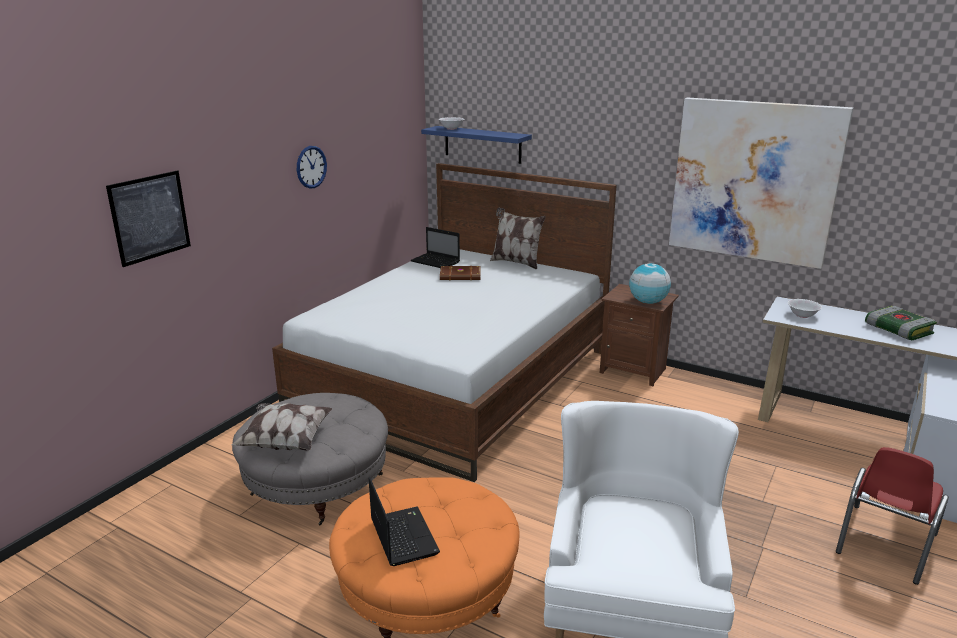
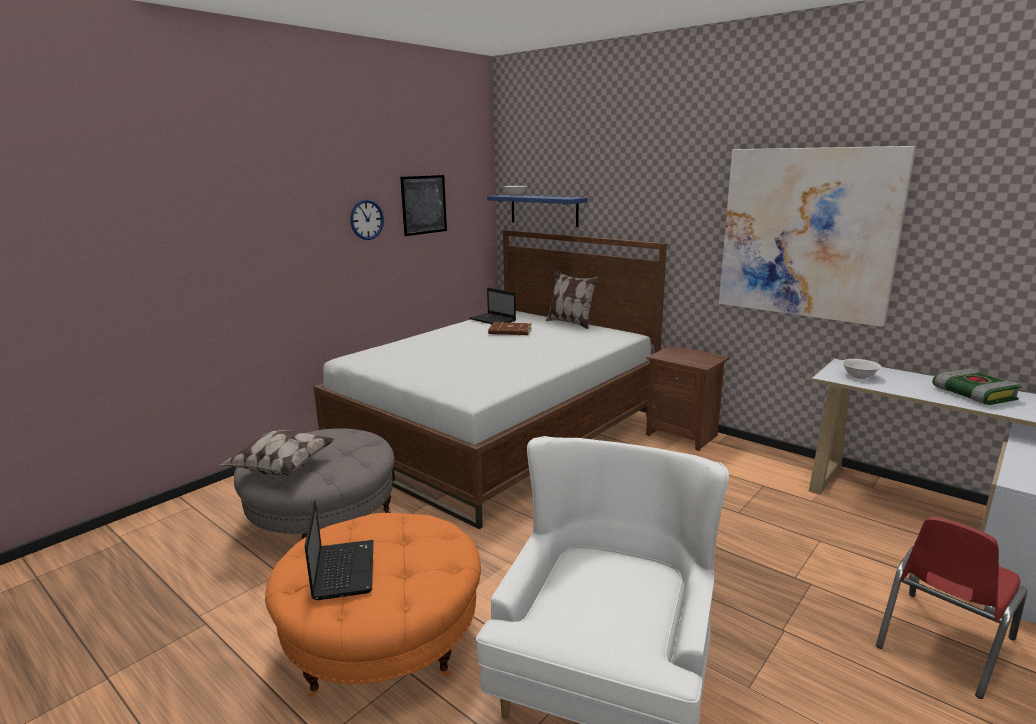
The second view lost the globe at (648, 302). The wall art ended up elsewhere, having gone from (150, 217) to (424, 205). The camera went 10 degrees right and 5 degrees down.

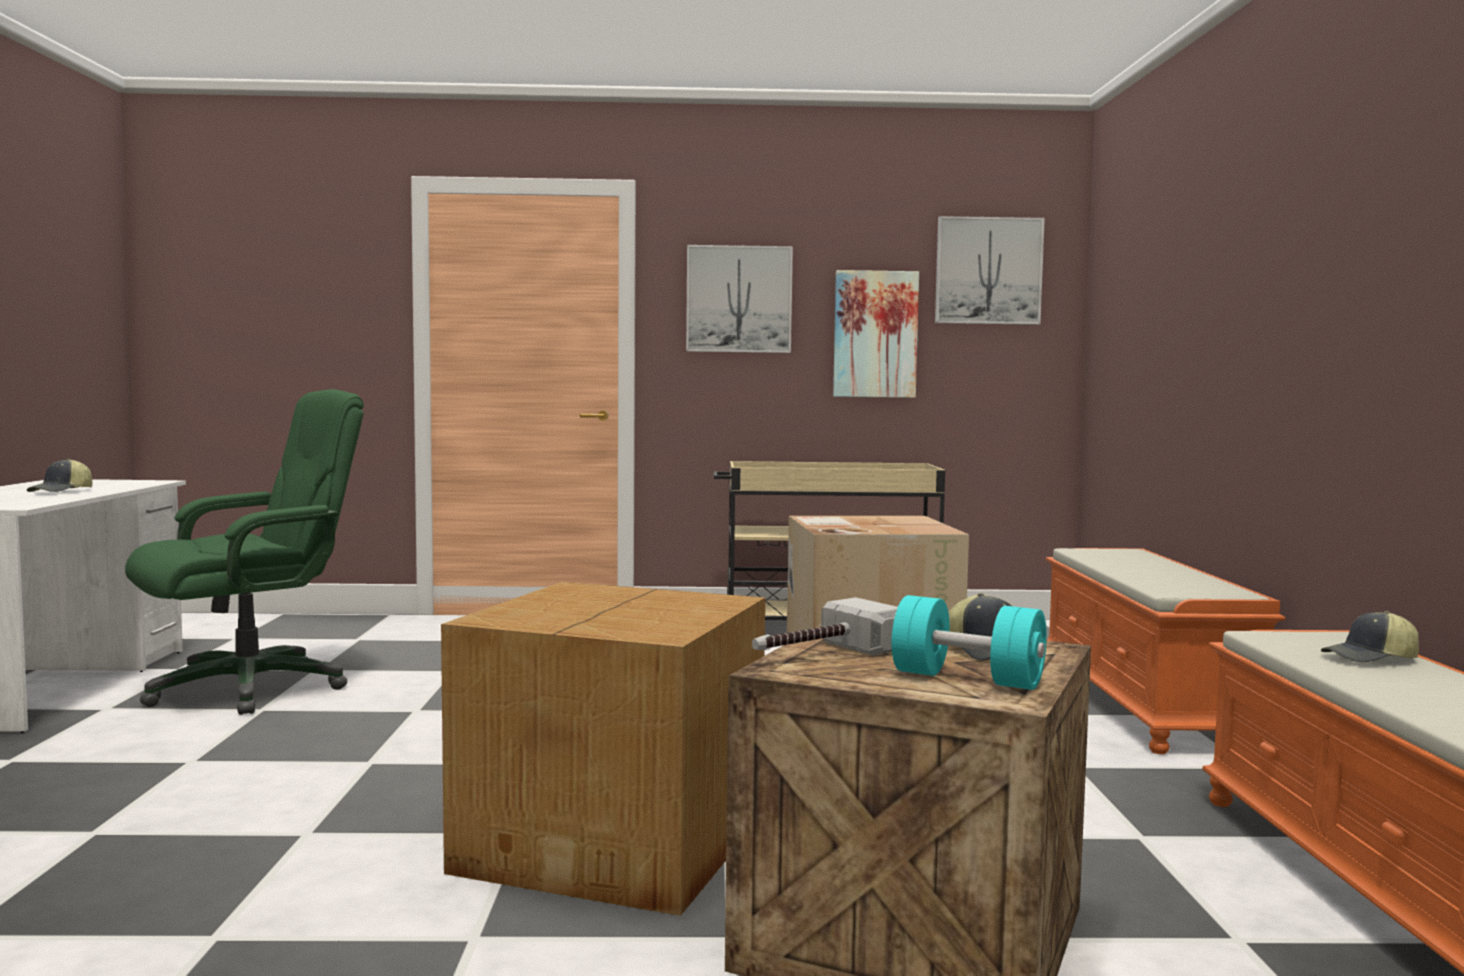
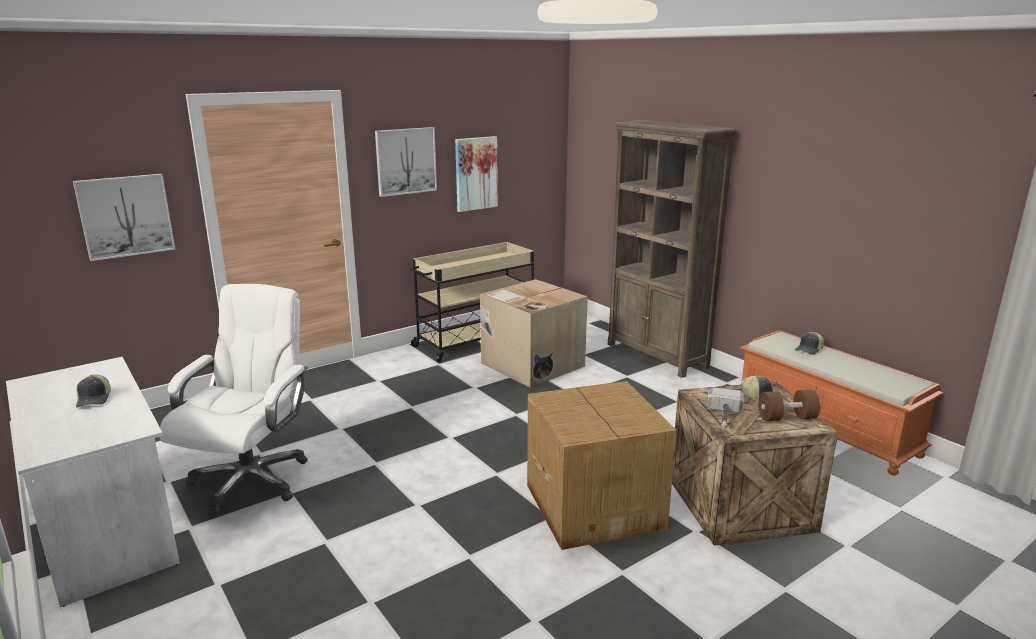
The wall art ended up elsewhere, having gone from (988, 271) to (126, 216). Where the orange indoor bench stood at (1145, 704), the brown shelving unit came to stand at (657, 356). What was the greenish office chair at (250, 689) turned into the white office chair at (250, 481). What was the turquoise-coloured hand weight at (967, 679) turned into the brown hand weight at (786, 418). The camera went 35 degrees left and 15 degrees up.

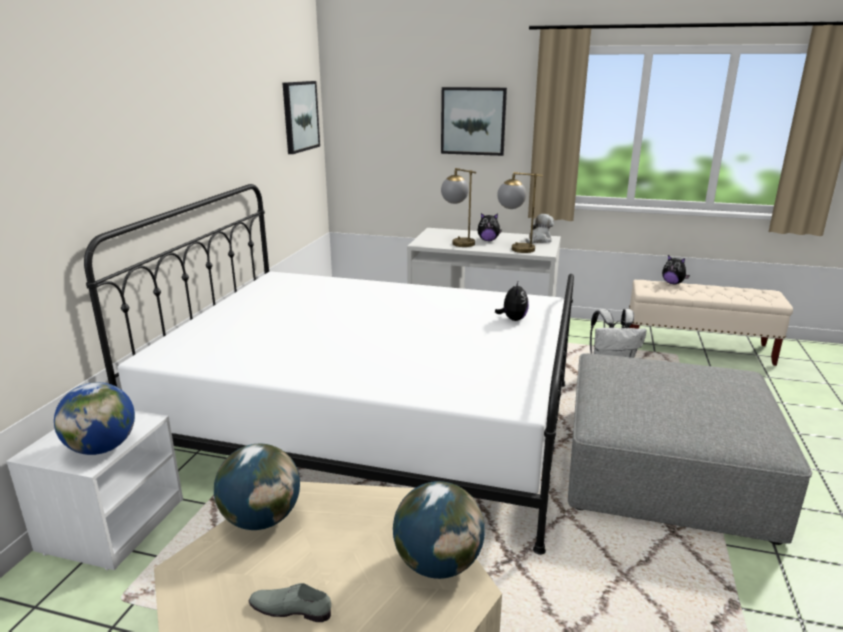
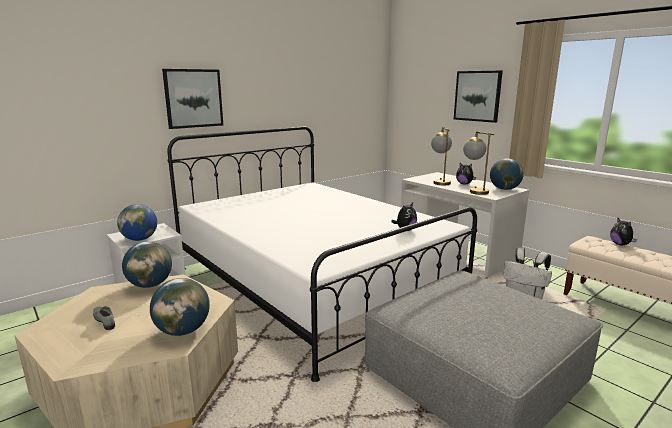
The wall art ended up elsewhere, having gone from (300, 116) to (193, 98). Where the soft toy stood at (539, 240), the globe came to stand at (504, 189). The camera went 35 degrees right and 5 degrees down.

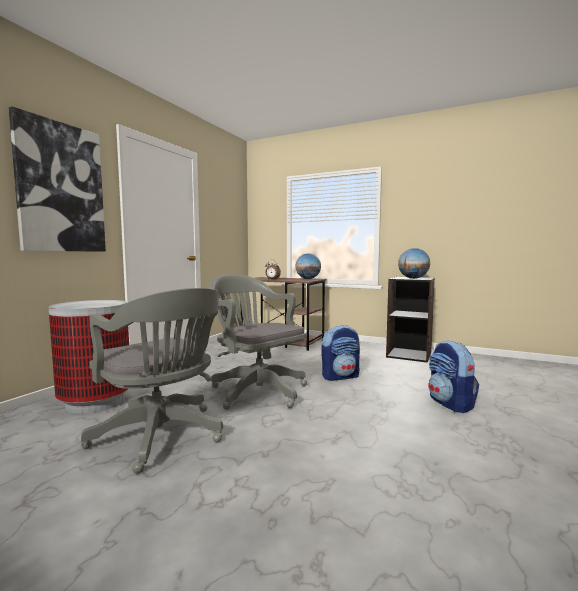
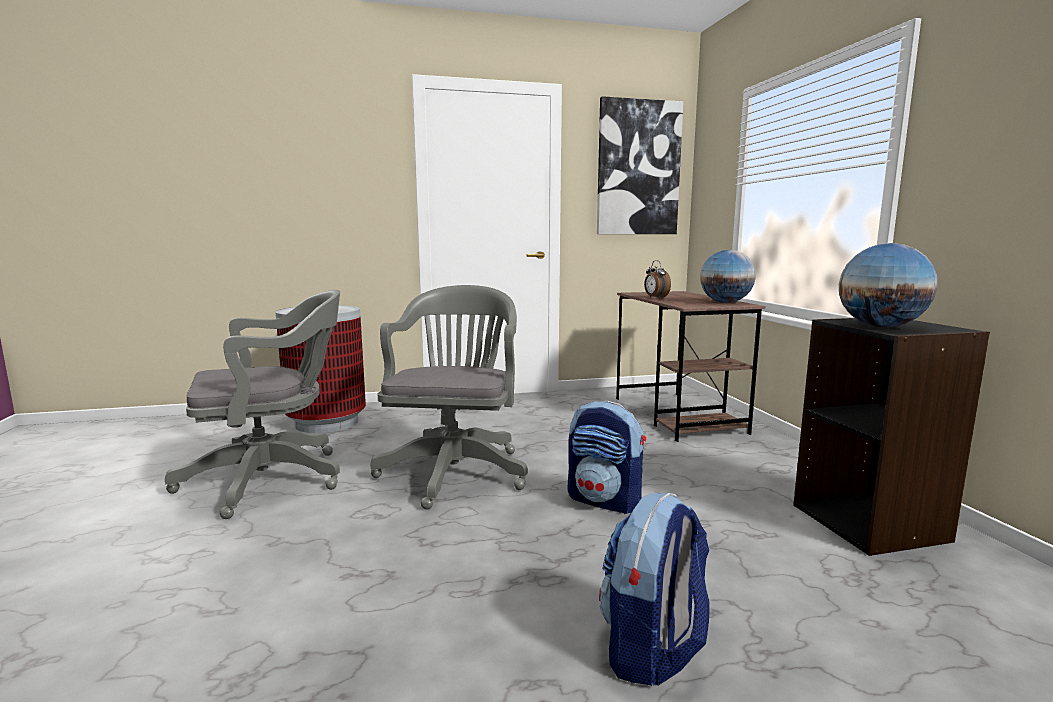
The wall art ended up elsewhere, having gone from (61, 188) to (638, 168). The gray office chair at (162, 437) ended up facing another way, 120 degrees counterclockwise from before. The camera went 50 degrees right and 5 degrees up.

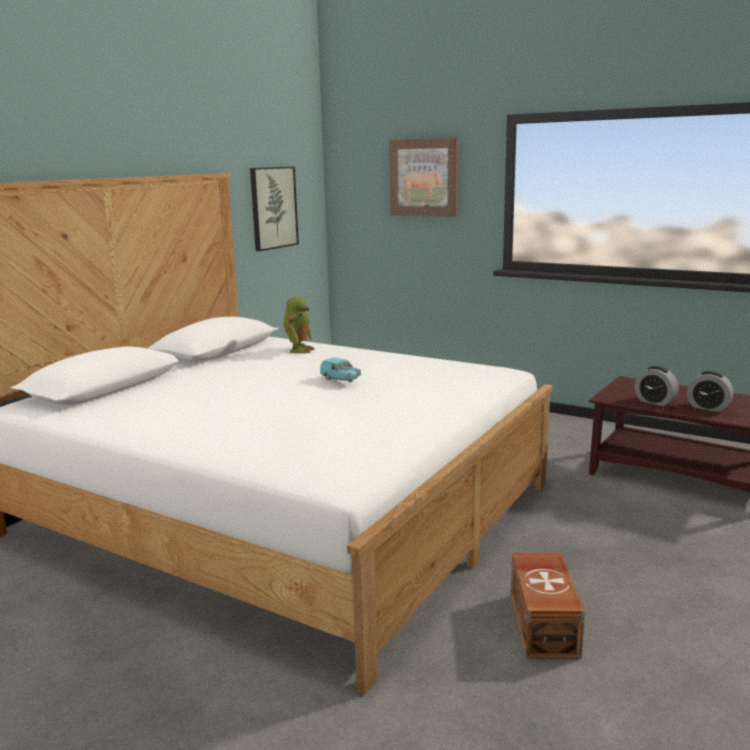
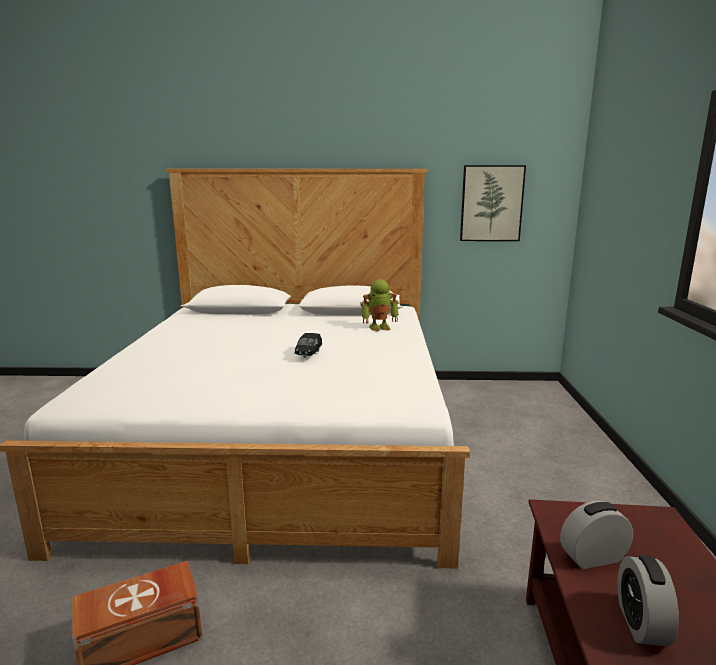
The second view lost the wall art at (424, 177). What was the turquoise-coloured model car at (340, 379) turned into the blackish model car at (308, 353). The bedside clock at (655, 402) ended up facing another way, 60 degrees clockwise from before. The camera went 60 degrees right and 0 degrees up.

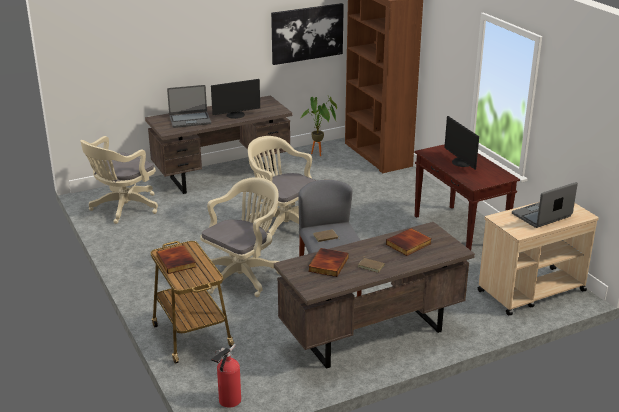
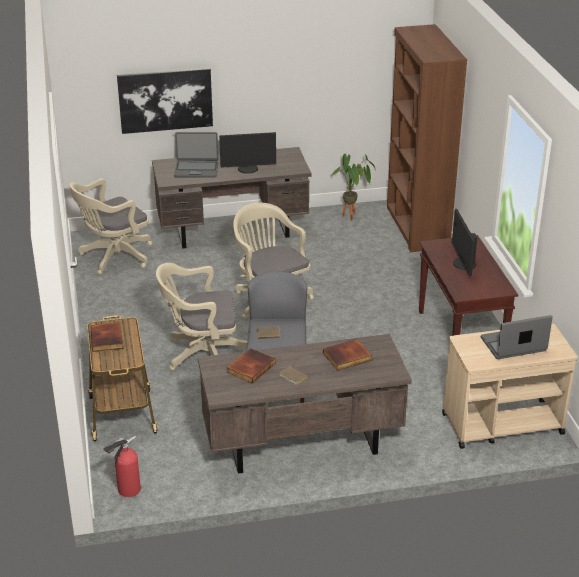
The wall art ended up elsewhere, having gone from (307, 33) to (165, 100). The beige-coloured office chair at (243, 275) ended up facing another way, 150 degrees counterclockwise from before. The camera went 15 degrees right and 5 degrees up.

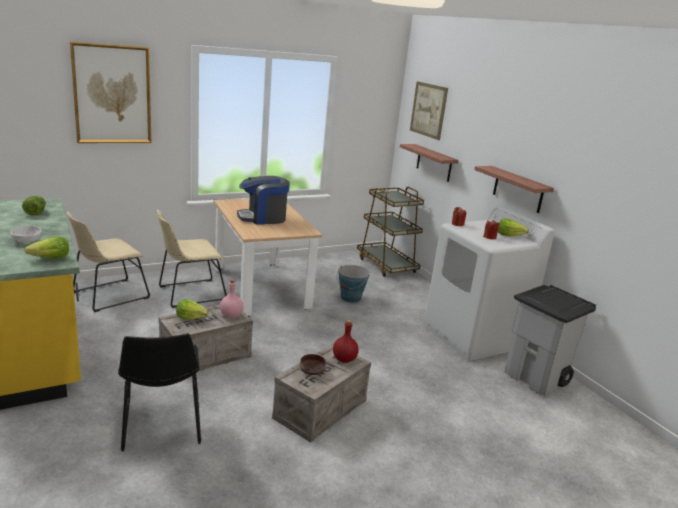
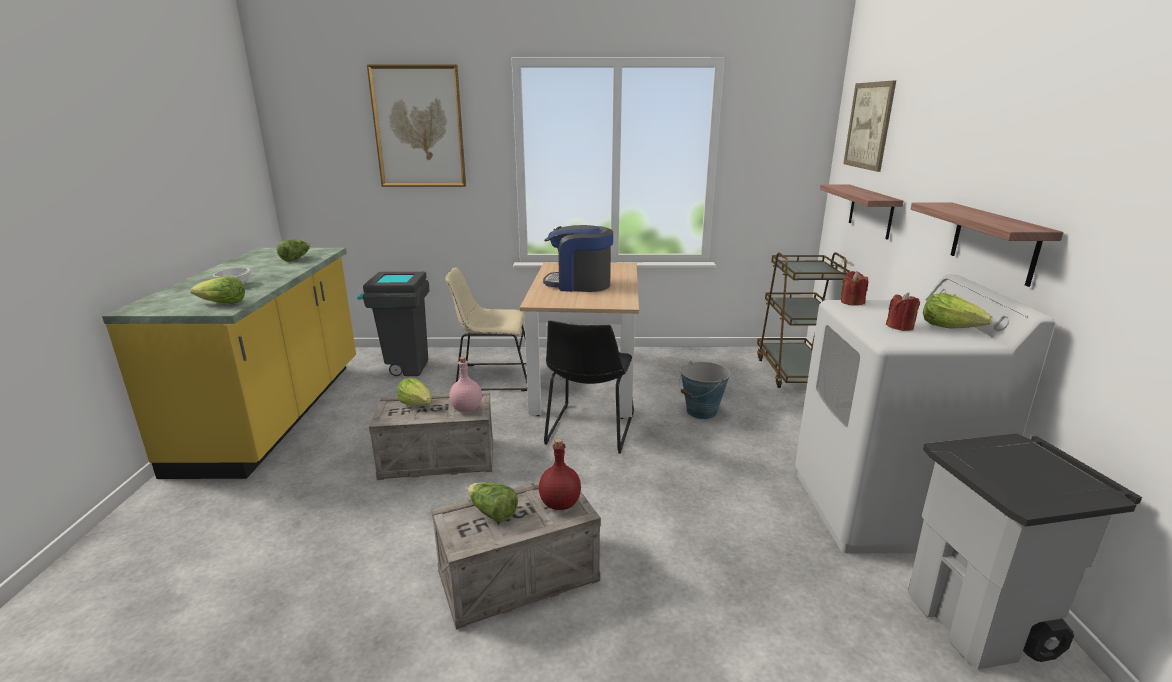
The blackish upright chair ended up elsewhere, having gone from (162, 424) to (589, 430). Where the beige-coloured upright chair stood at (107, 296), the gray trash can came to stand at (403, 368). Where the brown deep dish stood at (312, 371), the lettuce came to stand at (492, 512). The camera went 30 degrees right and 0 degrees up.

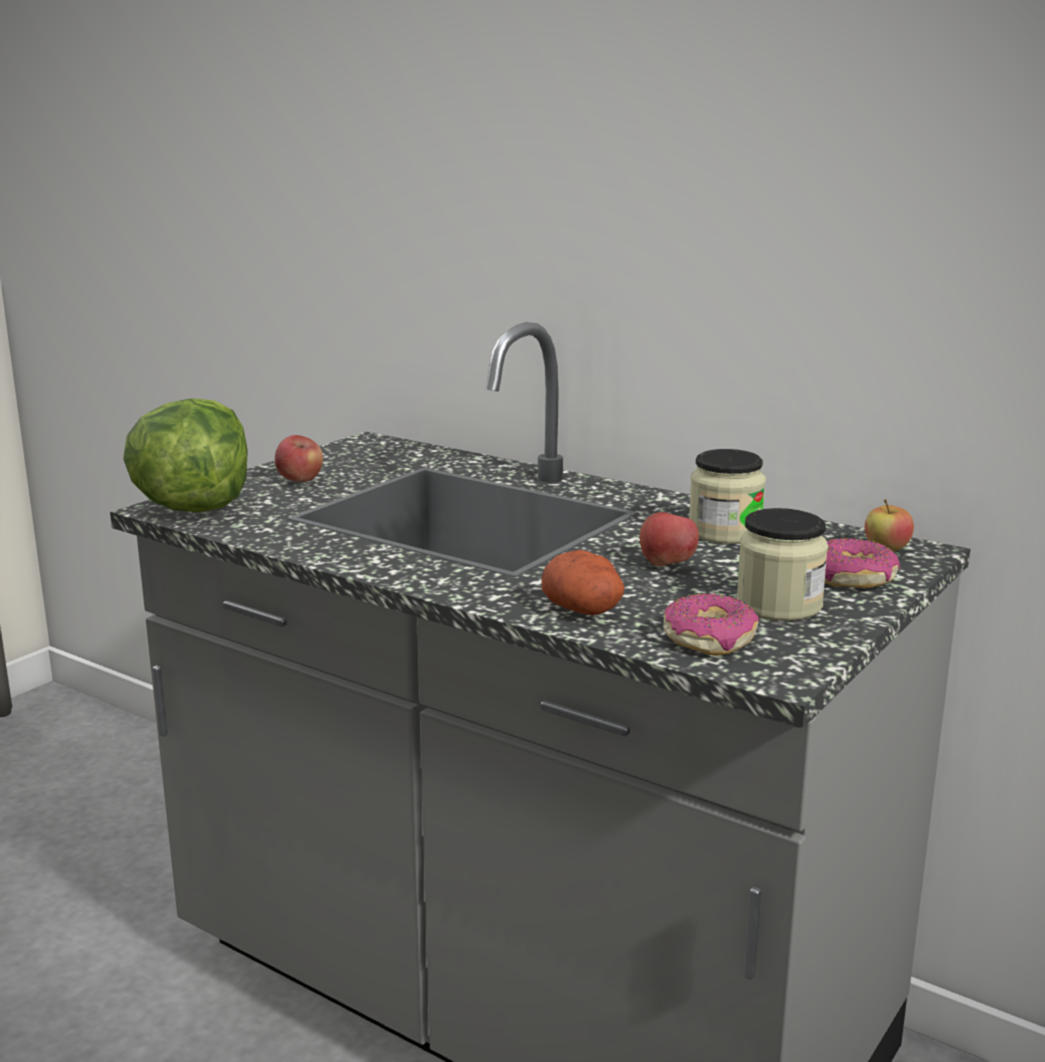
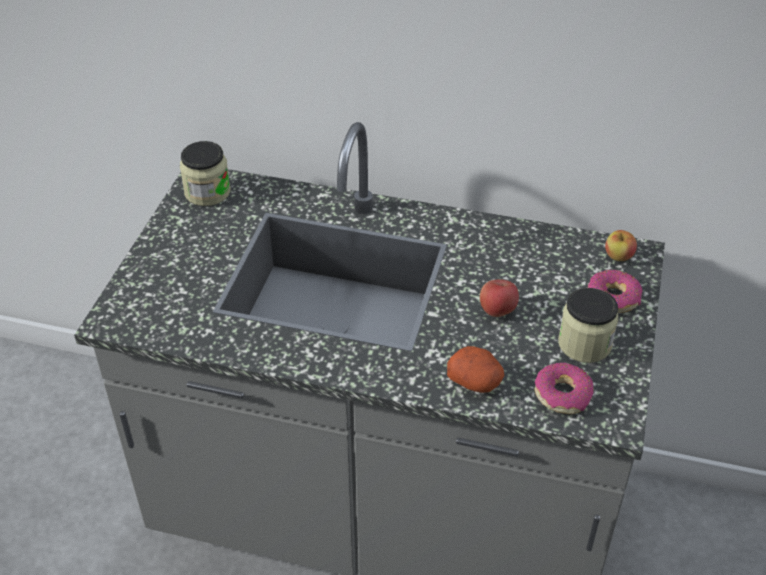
The second view lost the lettuce at (193, 508). The second view lost the whole apple at (300, 481). The jar ended up elsewhere, having gone from (725, 532) to (207, 192). The camera went 20 degrees left and 25 degrees up.

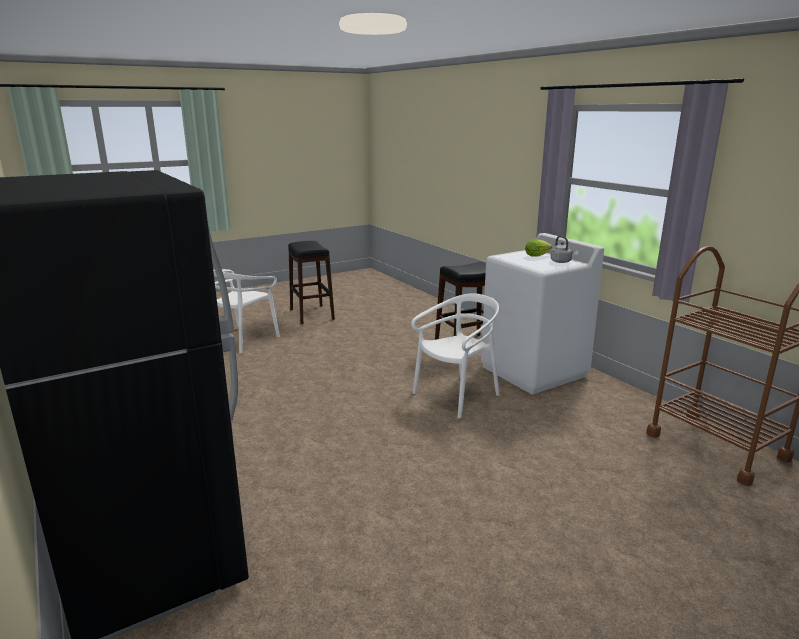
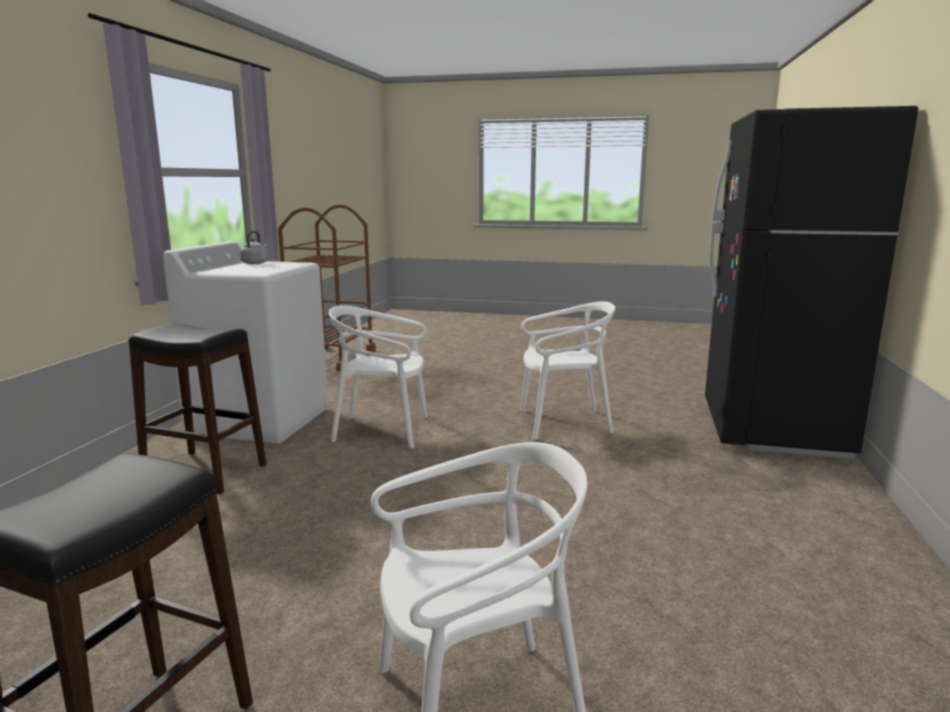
The second view lost the lettuce at (538, 256). The second view gained the white upright chair at (563, 423). The camera went 135 degrees left and 5 degrees down.

